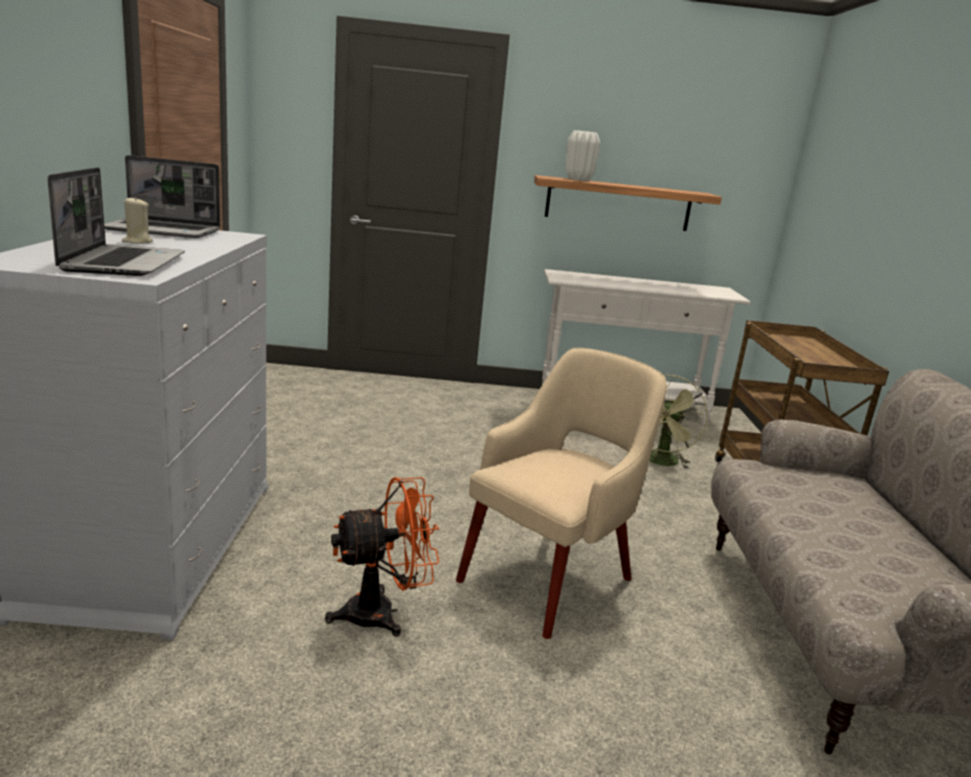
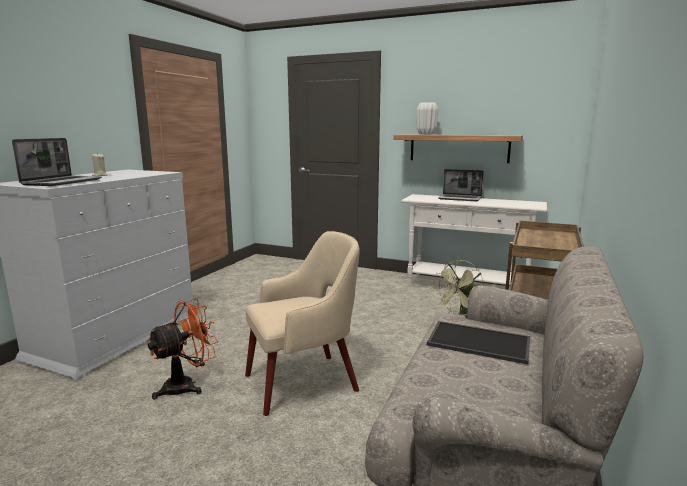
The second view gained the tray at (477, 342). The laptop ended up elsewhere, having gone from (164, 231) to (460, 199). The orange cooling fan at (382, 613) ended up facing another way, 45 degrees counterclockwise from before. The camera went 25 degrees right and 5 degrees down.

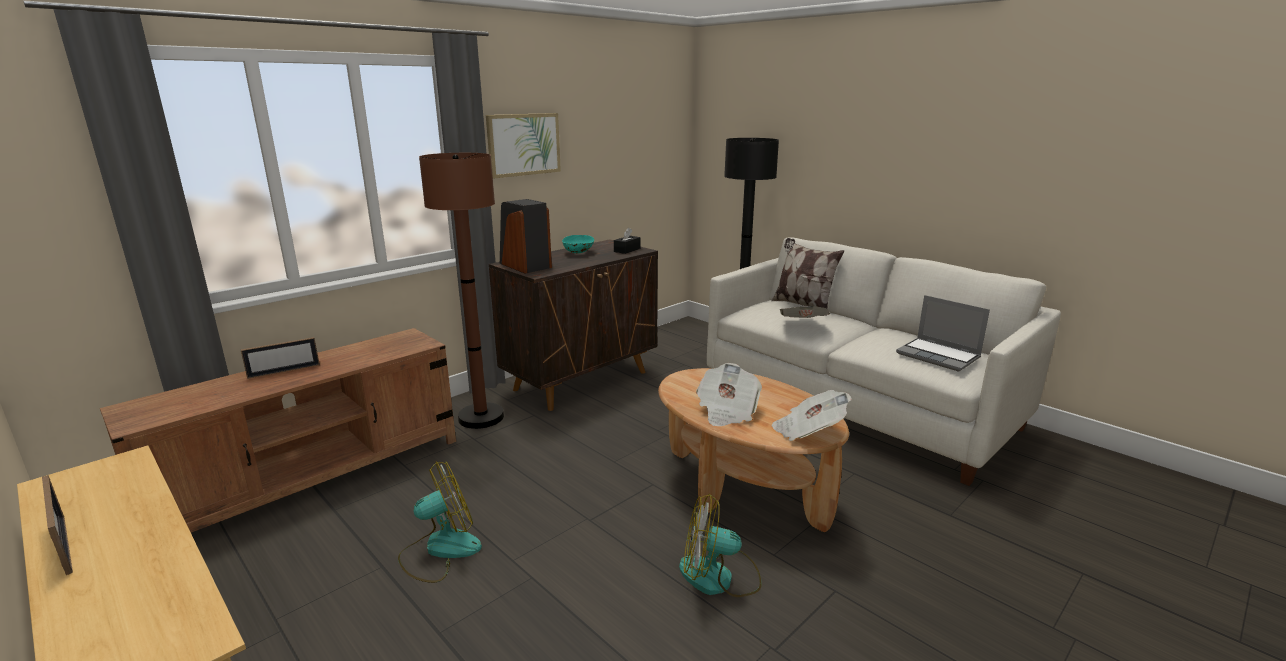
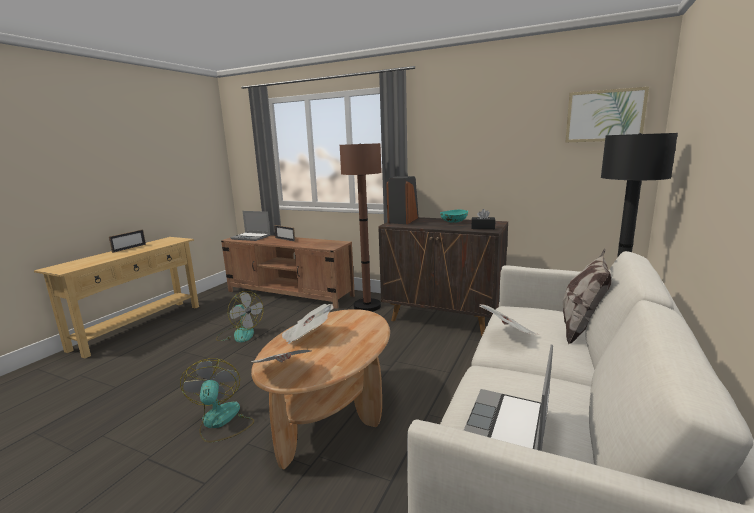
The second view gained the laptop at (251, 237). The wall art ended up elsewhere, having gone from (523, 144) to (604, 116). The camera went 70 degrees right and 5 degrees down.

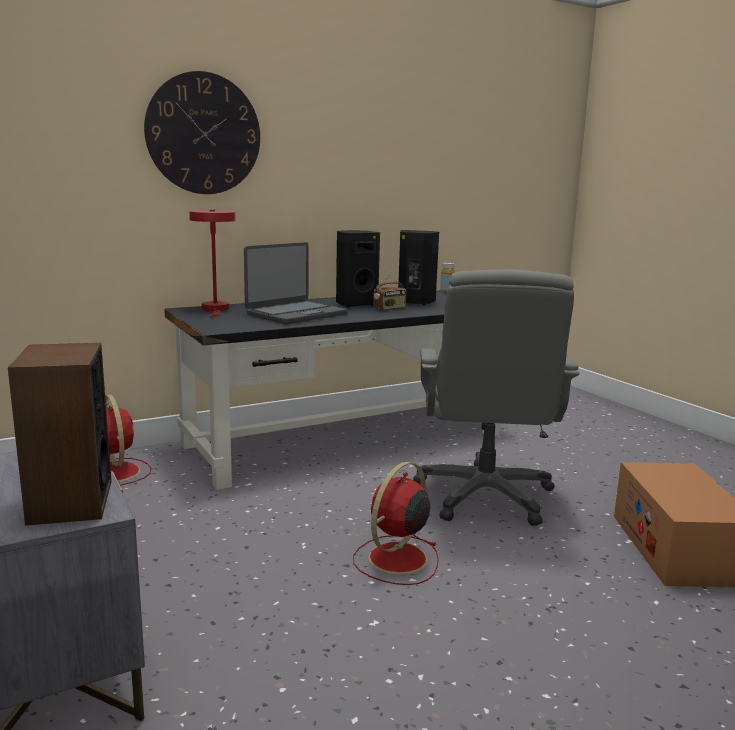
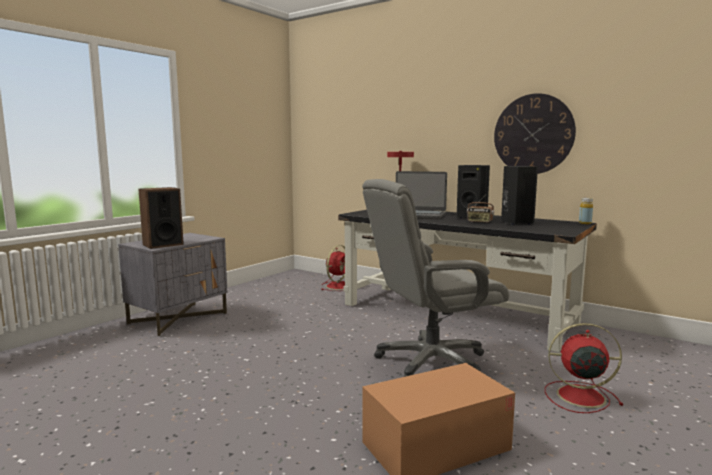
The hanging clock ended up elsewhere, having gone from (203, 134) to (533, 134). The red-coloured cooling fan ended up elsewhere, having gone from (396, 560) to (578, 396). The camera went 65 degrees right and 5 degrees down.

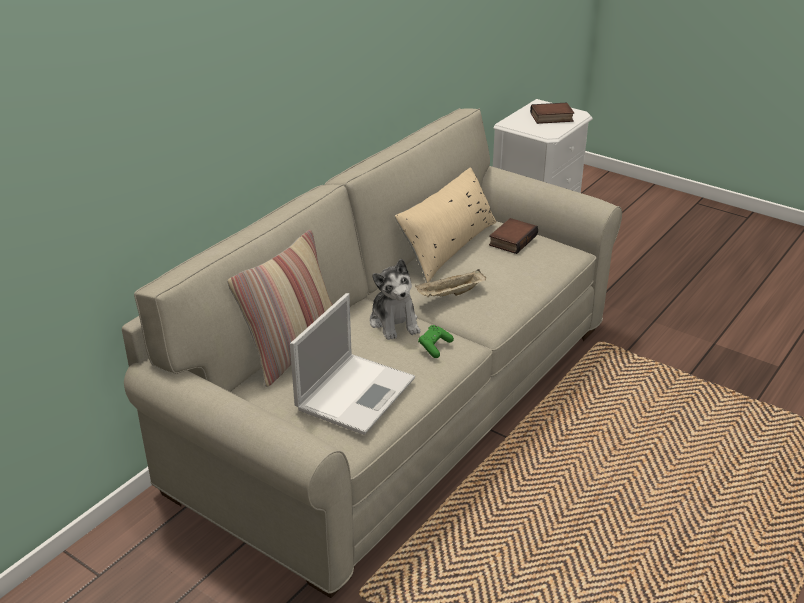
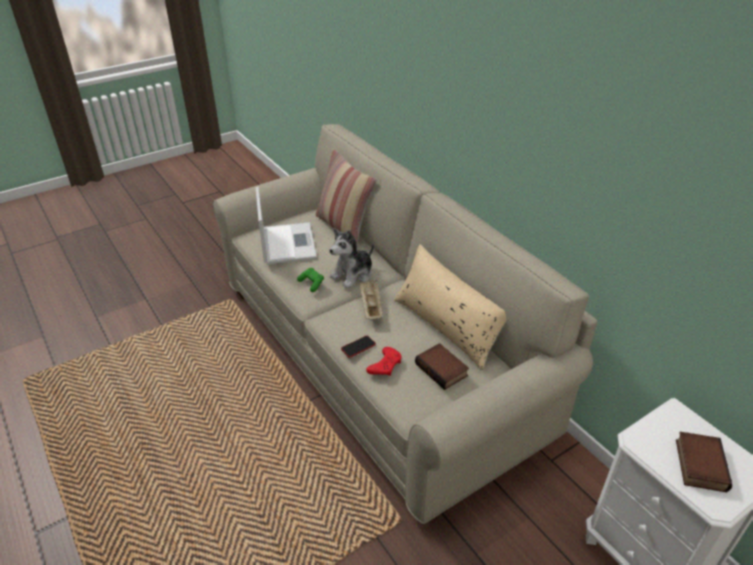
The second view gained the handset at (358, 347). The second view gained the red-coloured game controller at (385, 365). The laptop at (356, 392) ended up facing another way, 150 degrees counterclockwise from before. The soft toy at (394, 322) ended up facing another way, 45 degrees counterclockwise from before. The camera went 110 degrees right and 5 degrees up.

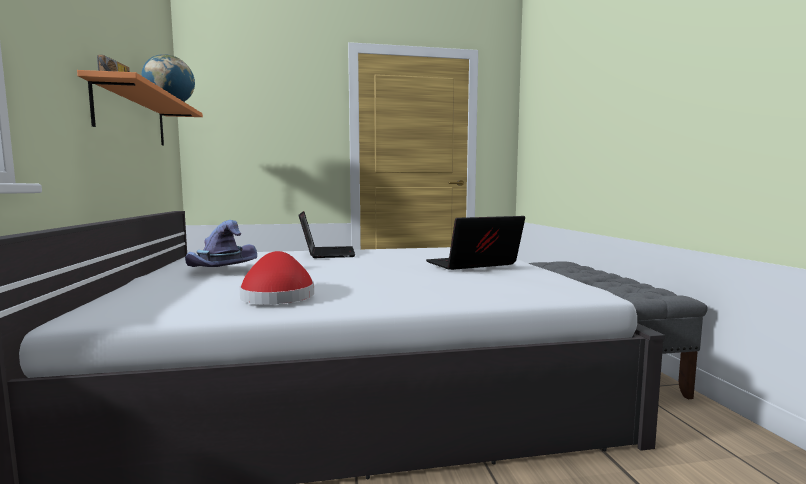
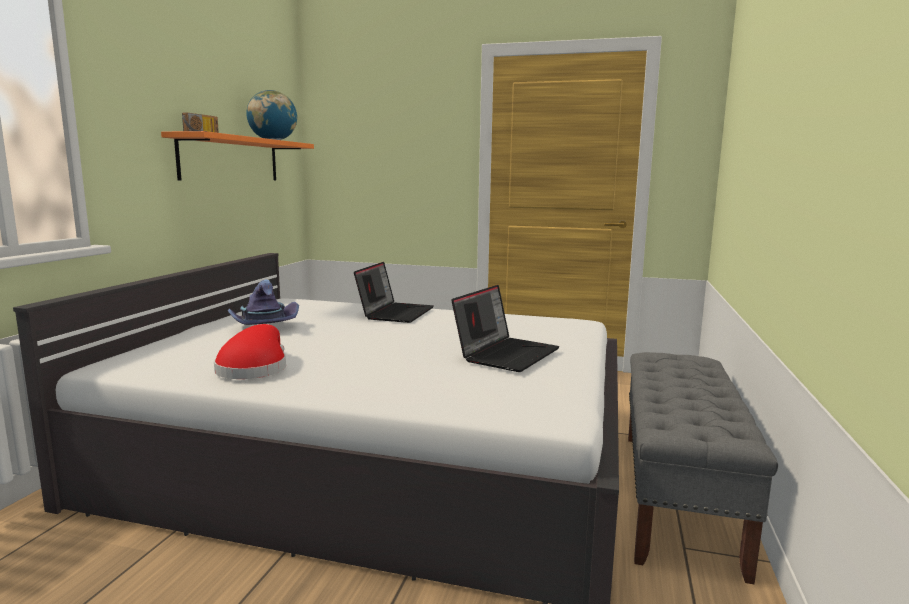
The laptop at (472, 265) ended up facing another way, 120 degrees clockwise from before. The camera went 25 degrees right and 5 degrees up.

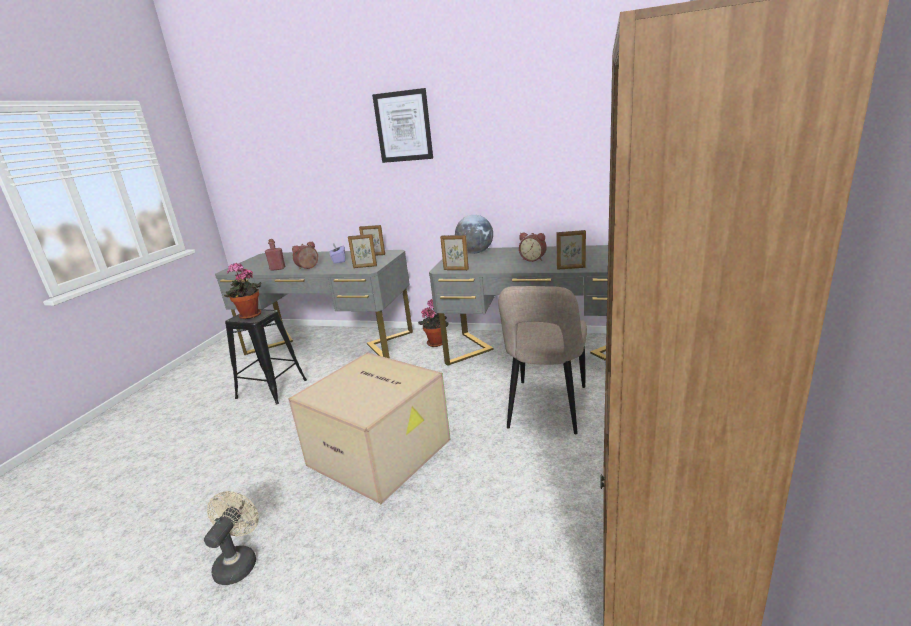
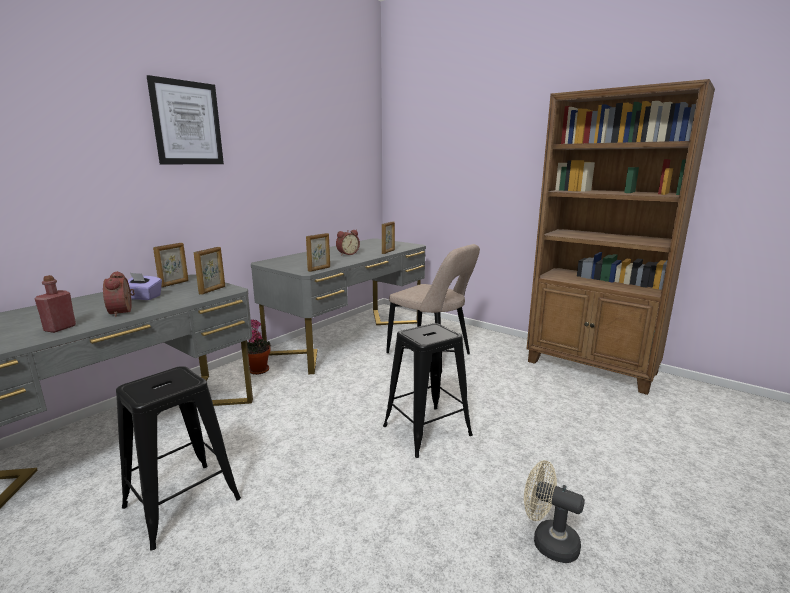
The second view lost the houseplant at (249, 316). The second view lost the globe at (475, 252). Where the carton stood at (381, 452), the blackish stool seat came to stand at (426, 431). The camera went 70 degrees left and 5 degrees down.

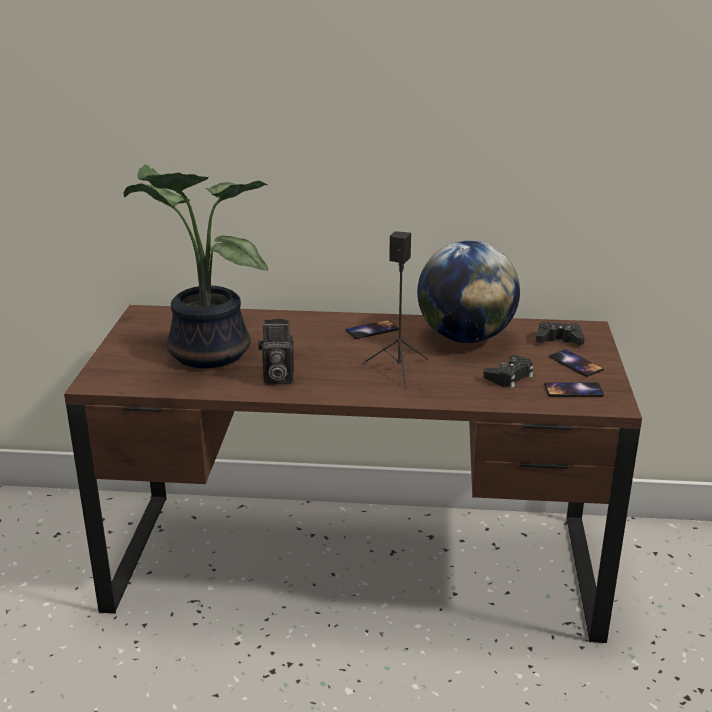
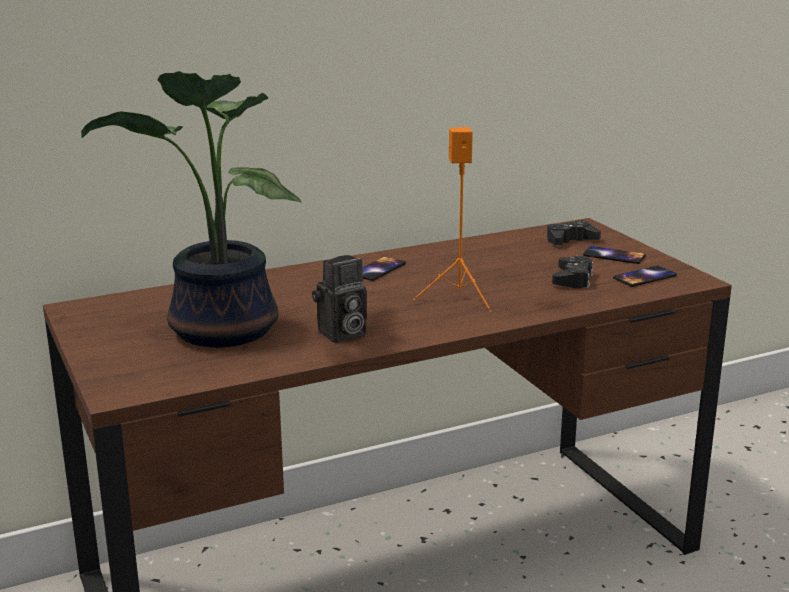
The second view lost the globe at (465, 338). What was the blackish loudspeaker at (399, 369) turned into the orange loudspeaker at (459, 297). The camera went 30 degrees left and 5 degrees down.

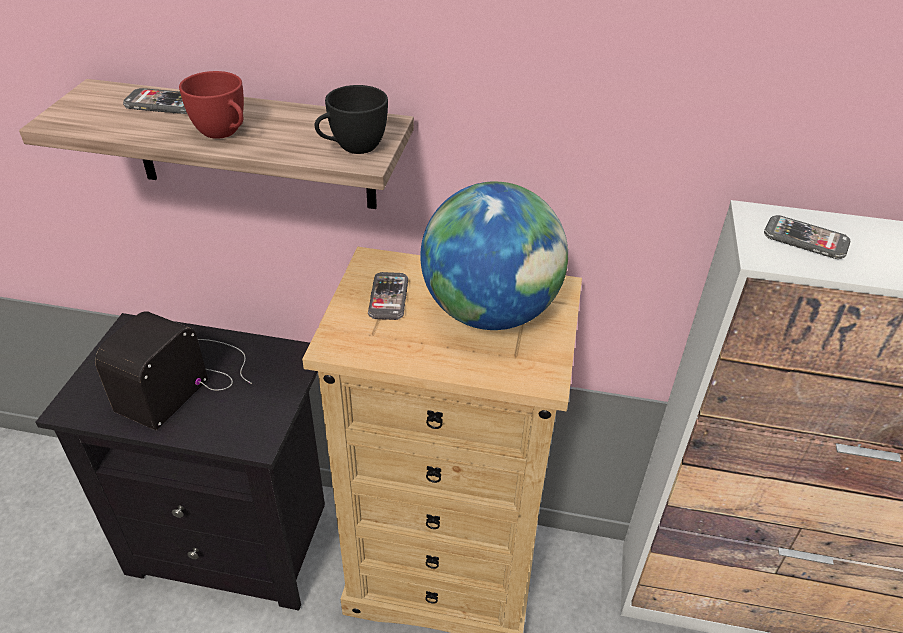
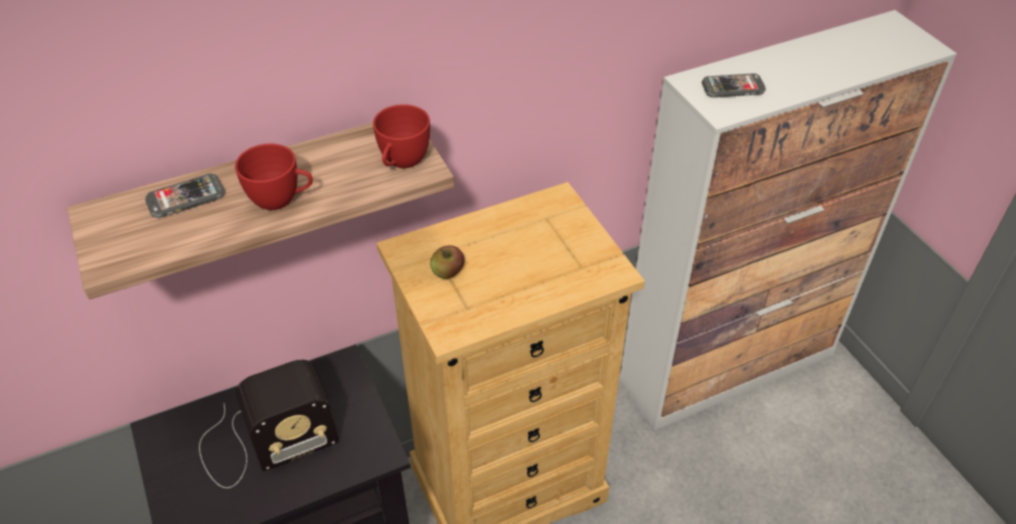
The second view lost the globe at (489, 312). Where the handset stood at (388, 297), the whole apple came to stand at (448, 272). What was the blackish drinking cup at (352, 147) turned into the red-coloured drinking cup at (402, 163). The radio receiver at (187, 379) ended up facing another way, 105 degrees counterclockwise from before. The camera went 35 degrees left and 5 degrees up.

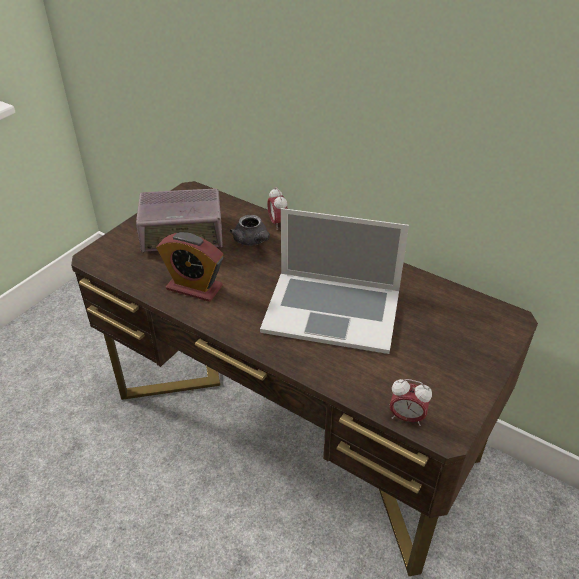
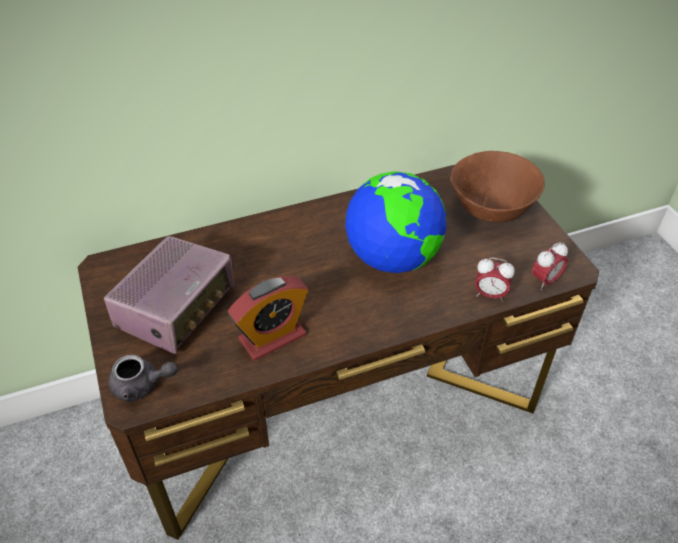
The second view gained the brown deep dish at (491, 212). The gray tea pot ended up elsewhere, having gone from (252, 241) to (142, 386). The bedside clock ended up elsewhere, having gone from (278, 223) to (490, 295). Where the laptop stood at (332, 310), the globe came to stand at (393, 258). The camera went 55 degrees left and 5 degrees up.

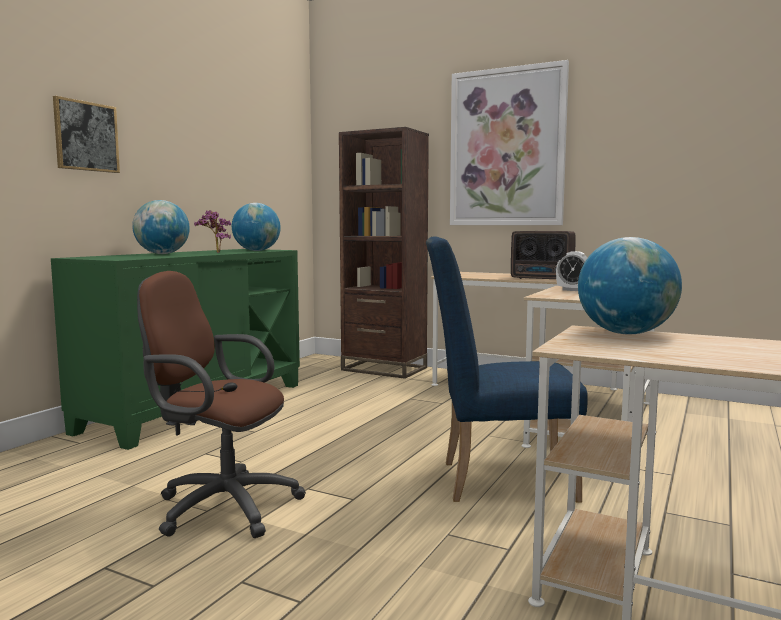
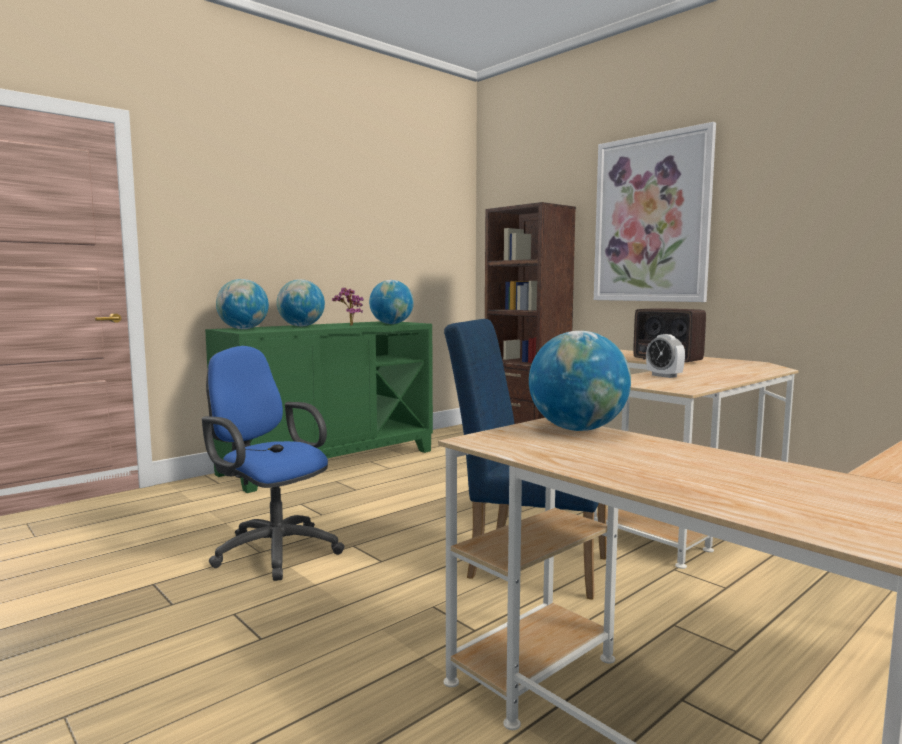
The second view lost the wall art at (86, 136). The second view gained the globe at (243, 329). What was the brown office chair at (220, 506) turned into the blue-coloured office chair at (272, 550). The camera went 20 degrees right and 0 degrees up.

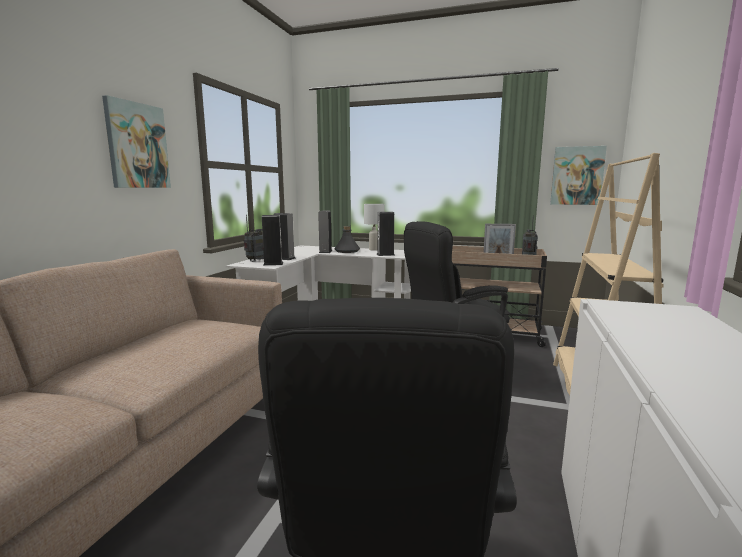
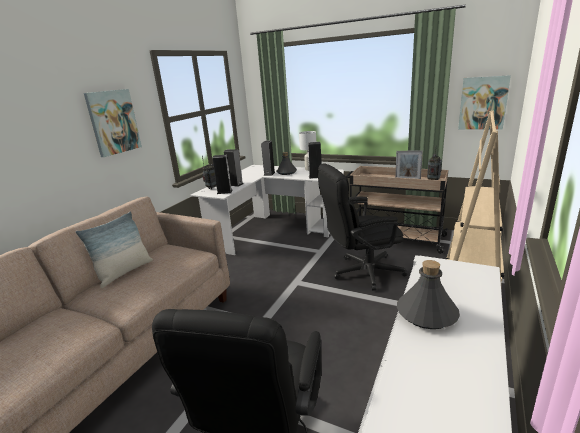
The second view gained the pillow at (124, 272). The second view gained the gray beverage bottle at (426, 314). The camera went 10 degrees right and 10 degrees up.

